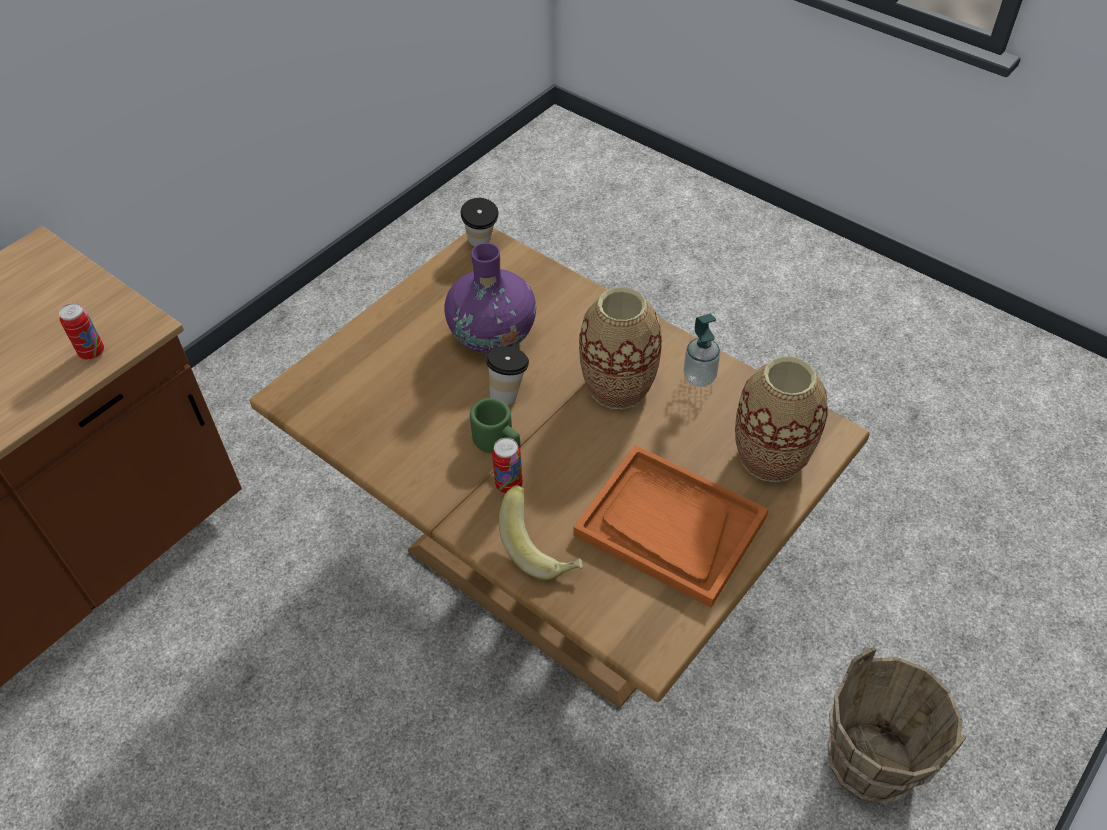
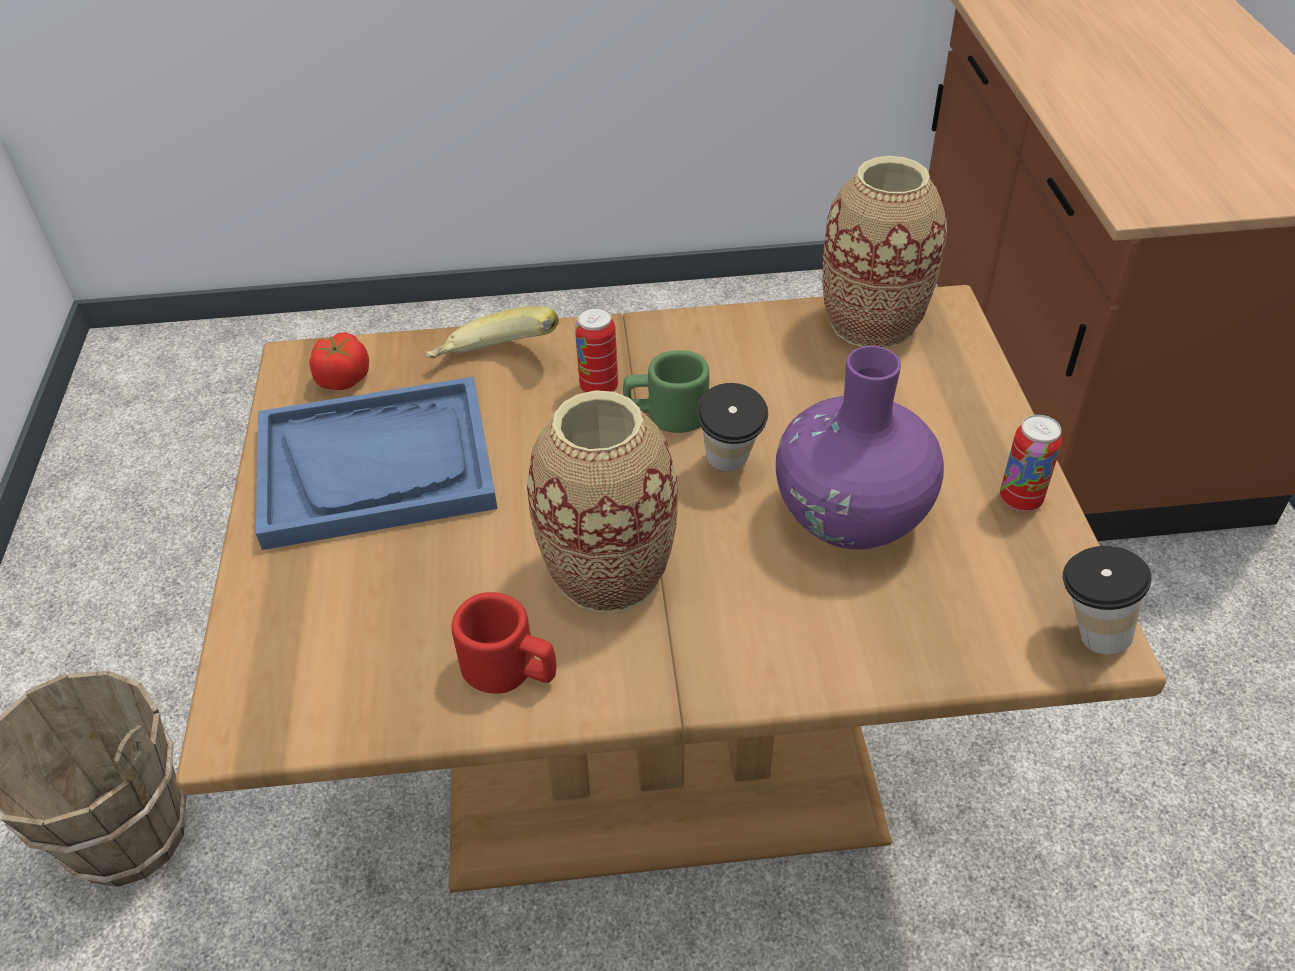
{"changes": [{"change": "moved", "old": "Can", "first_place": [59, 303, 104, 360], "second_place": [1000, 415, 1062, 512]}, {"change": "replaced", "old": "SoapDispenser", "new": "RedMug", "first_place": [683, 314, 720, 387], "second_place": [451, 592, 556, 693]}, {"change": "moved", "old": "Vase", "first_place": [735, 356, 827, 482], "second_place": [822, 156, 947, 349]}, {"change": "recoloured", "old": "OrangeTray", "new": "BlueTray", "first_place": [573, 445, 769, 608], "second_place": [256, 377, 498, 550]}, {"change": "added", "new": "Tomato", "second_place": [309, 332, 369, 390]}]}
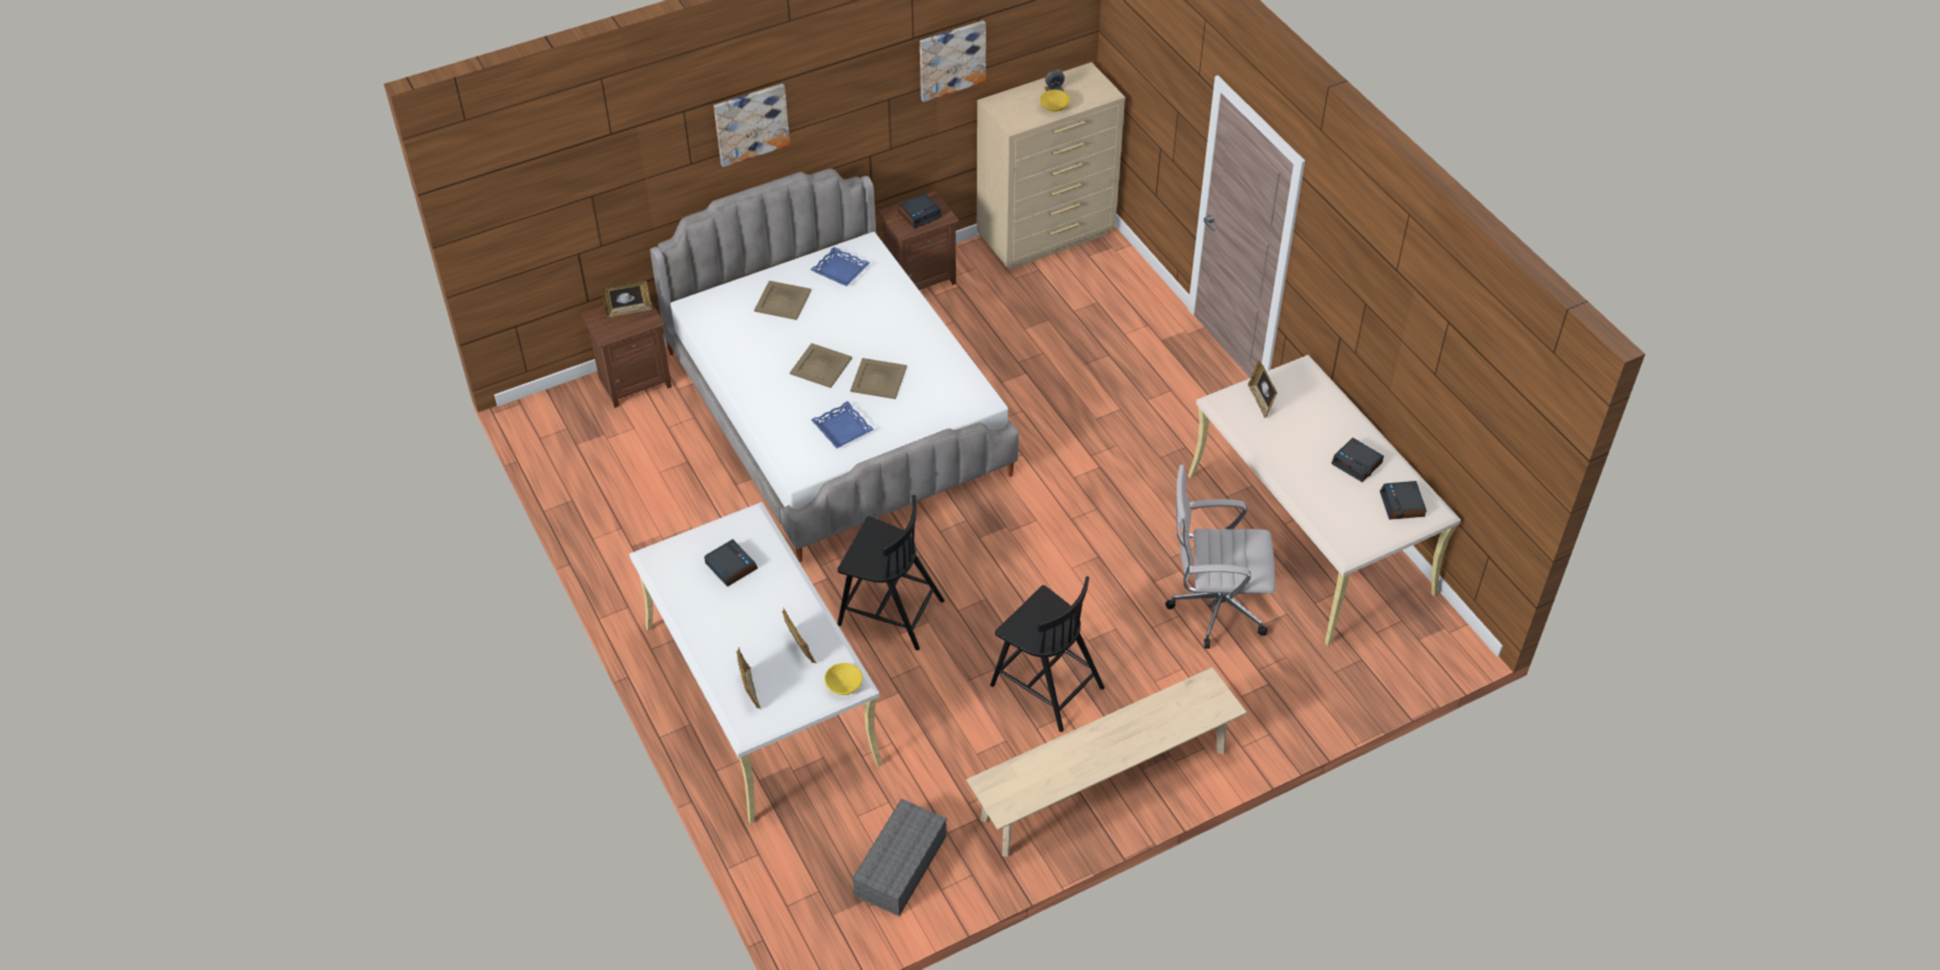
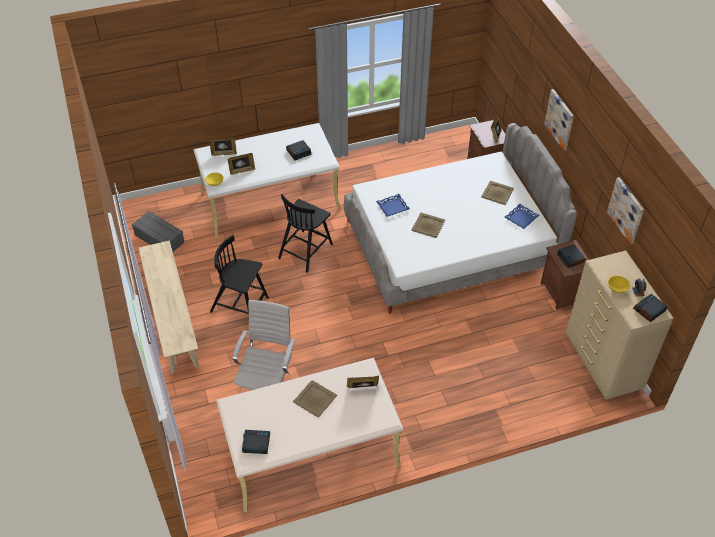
{"changes": [{"change": "moved", "old": "BeigeTray", "first_place": [790, 343, 852, 388], "second_place": [293, 380, 337, 418]}, {"change": "moved", "old": "AlarmClock", "first_place": [1331, 438, 1384, 482], "second_place": [633, 294, 667, 322]}, {"change": "turned", "old": "BlackChair", "first_place": [990, 576, 1104, 732], "second_place": [210, 235, 269, 314], "degrees": 60}]}
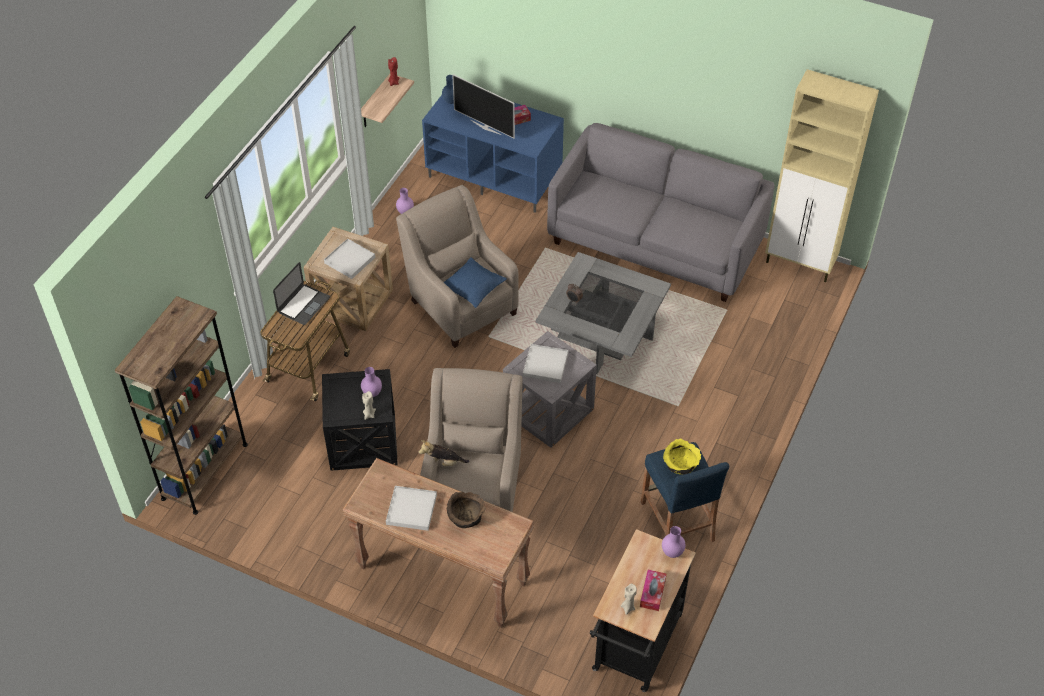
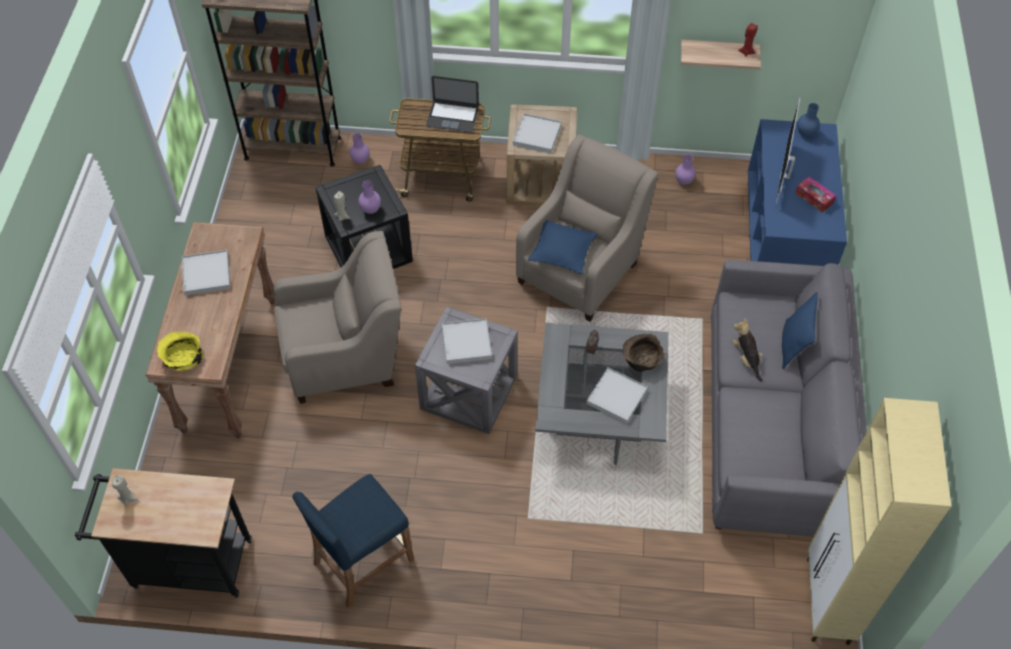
{"changes": [{"change": "moved", "old": "YellowBowl", "first_place": [663, 439, 701, 475], "second_place": [157, 331, 203, 371]}, {"change": "moved", "old": "PlushToy", "first_place": [418, 440, 469, 466], "second_place": [732, 318, 763, 382]}, {"change": "moved", "old": "BrownBowl", "first_place": [446, 492, 486, 528], "second_place": [622, 334, 664, 372]}, {"change": "moved", "old": "PurpleVase", "first_place": [662, 526, 686, 558], "second_place": [349, 133, 370, 164]}, {"change": "removed", "old": "TissueBox", "first_place": [640, 570, 666, 611]}, {"change": "added", "new": "BluePillow", "second_place": [782, 292, 818, 369]}, {"change": "added", "new": "WhiteTray", "second_place": [586, 367, 648, 424]}]}
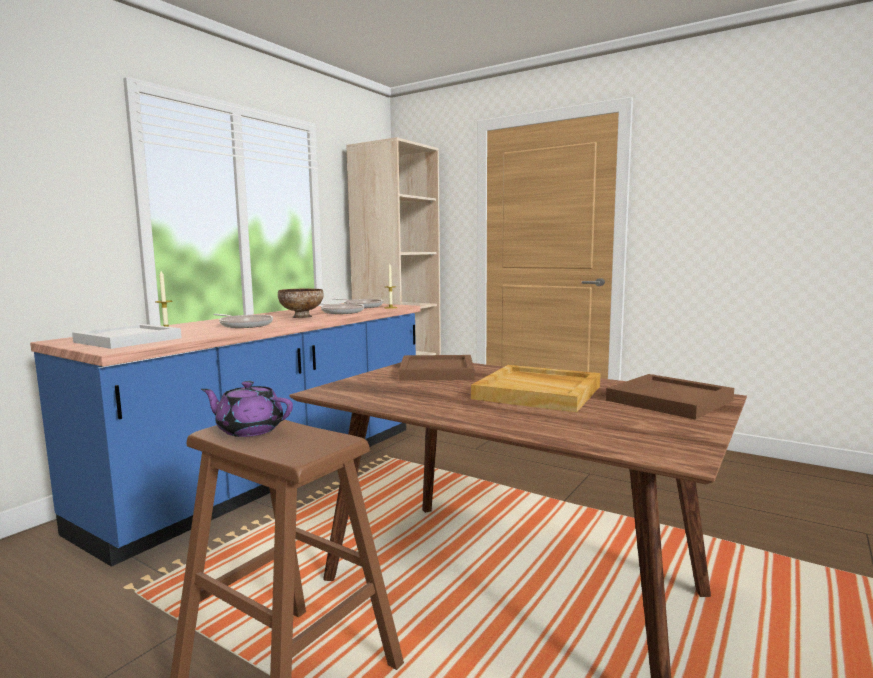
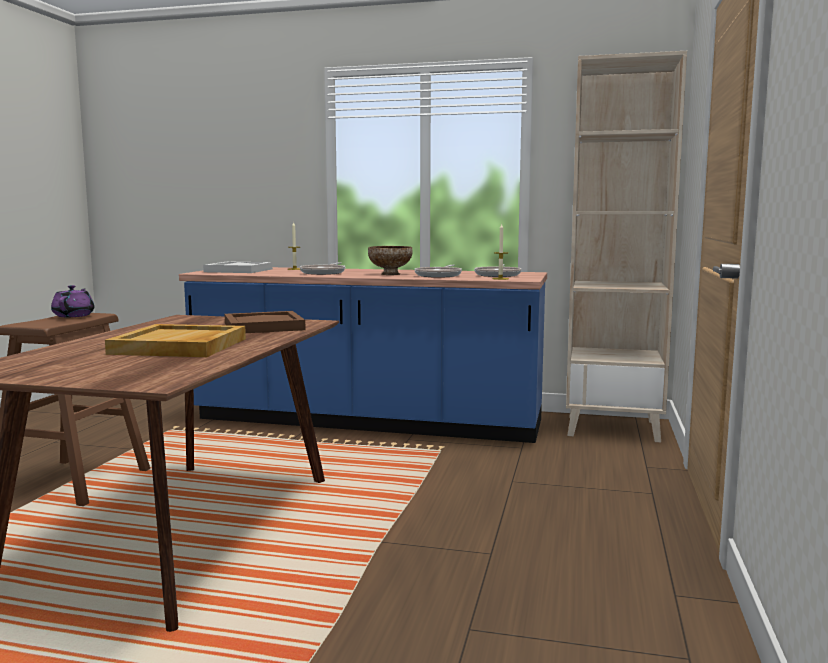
{"changes": [{"change": "removed", "old": "BrownTray", "first_place": [606, 374, 734, 420]}]}
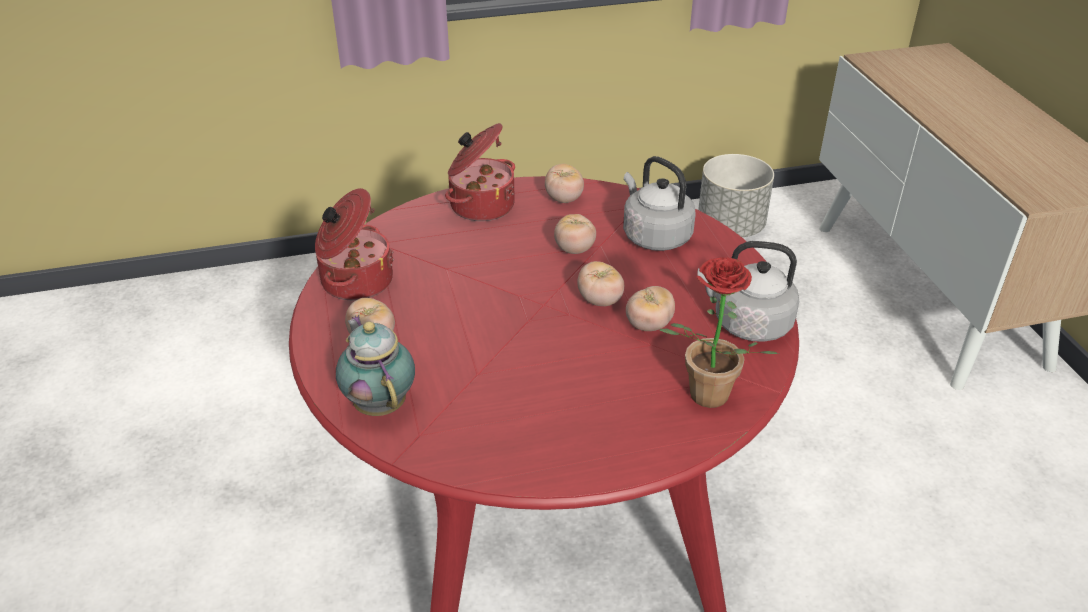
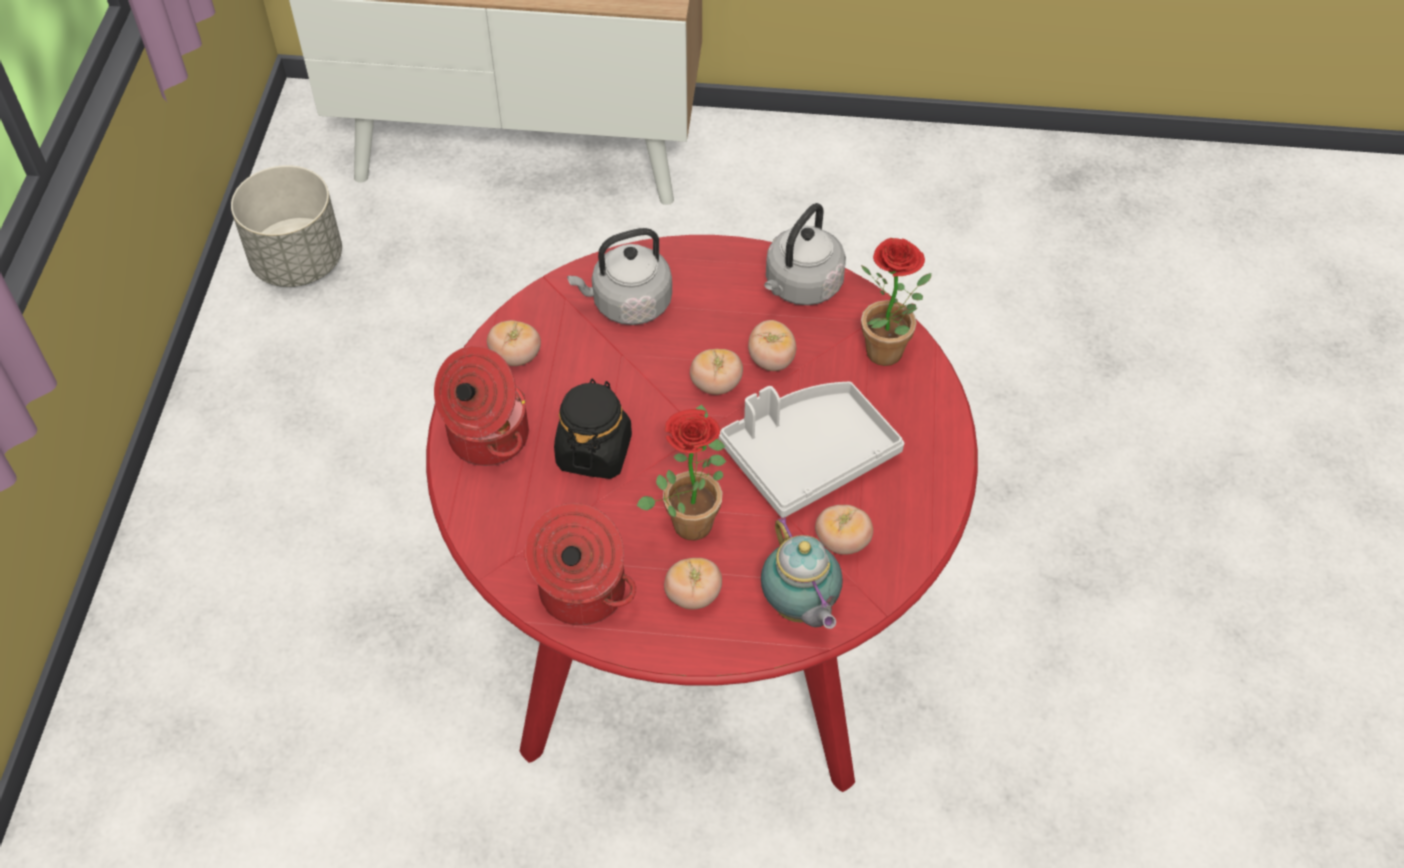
{"changes": [{"change": "moved", "old": "Tomato", "first_place": [554, 214, 596, 254], "second_place": [815, 505, 873, 555]}, {"change": "turned", "old": "Teapot", "first_place": [336, 315, 415, 416], "second_place": [761, 517, 843, 629], "degrees": -105}, {"change": "added", "new": "BlackJar", "second_place": [554, 379, 632, 479]}, {"change": "added", "new": "GreyTray", "second_place": [719, 382, 904, 518]}, {"change": "added", "new": "PottedPlant", "second_place": [637, 404, 726, 541]}]}
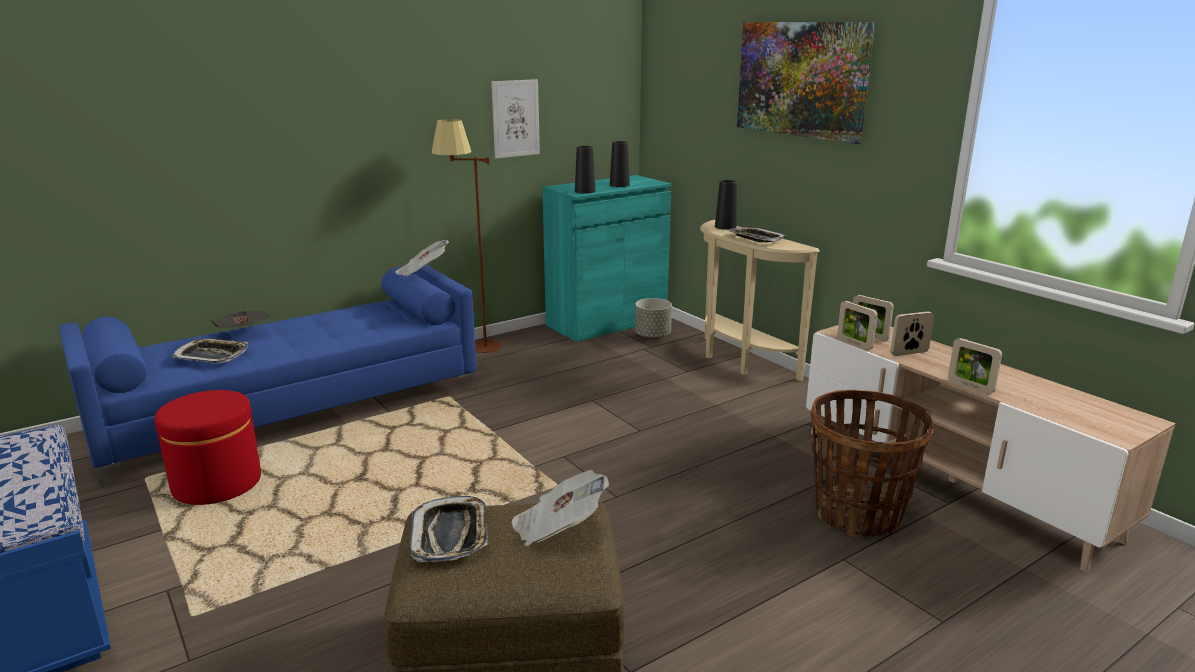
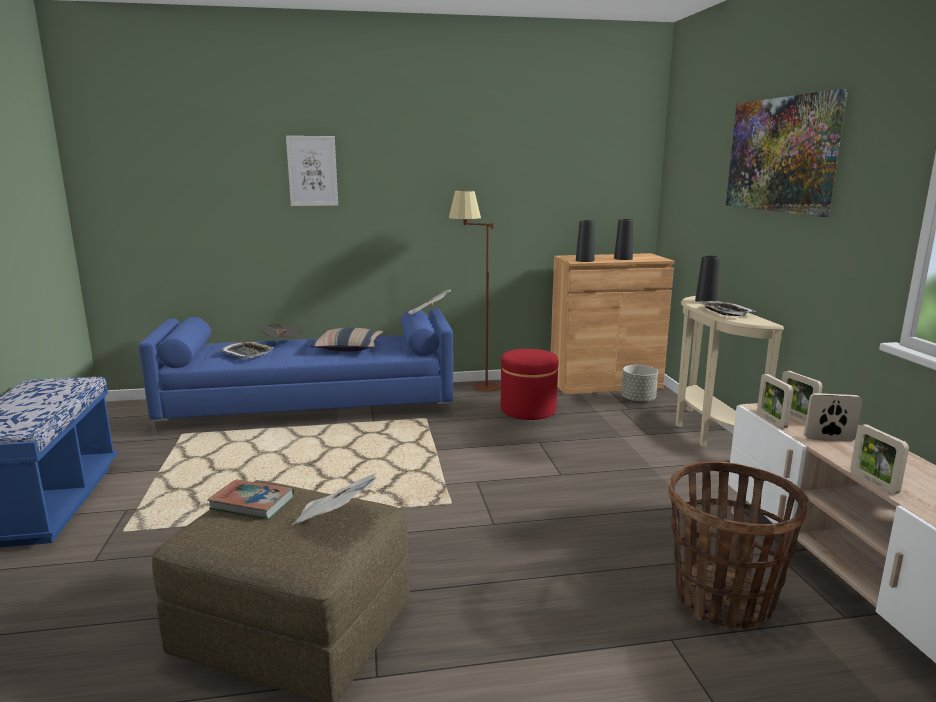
{"changes": [{"change": "moved", "old": "Picture", "first_place": [491, 79, 540, 159], "second_place": [286, 136, 338, 206]}, {"change": "recoloured", "old": "TurquoiseCabinet", "new": "BrownCabinet", "first_place": [542, 175, 671, 342], "second_place": [551, 253, 674, 395]}, {"change": "moved", "old": "RedOttoman", "first_place": [154, 390, 261, 505], "second_place": [501, 349, 559, 420]}, {"change": "replaced", "old": "Tray", "new": "Book", "first_place": [409, 496, 488, 562], "second_place": [207, 480, 294, 520]}, {"change": "added", "new": "Pillow", "second_place": [310, 327, 383, 351]}]}
